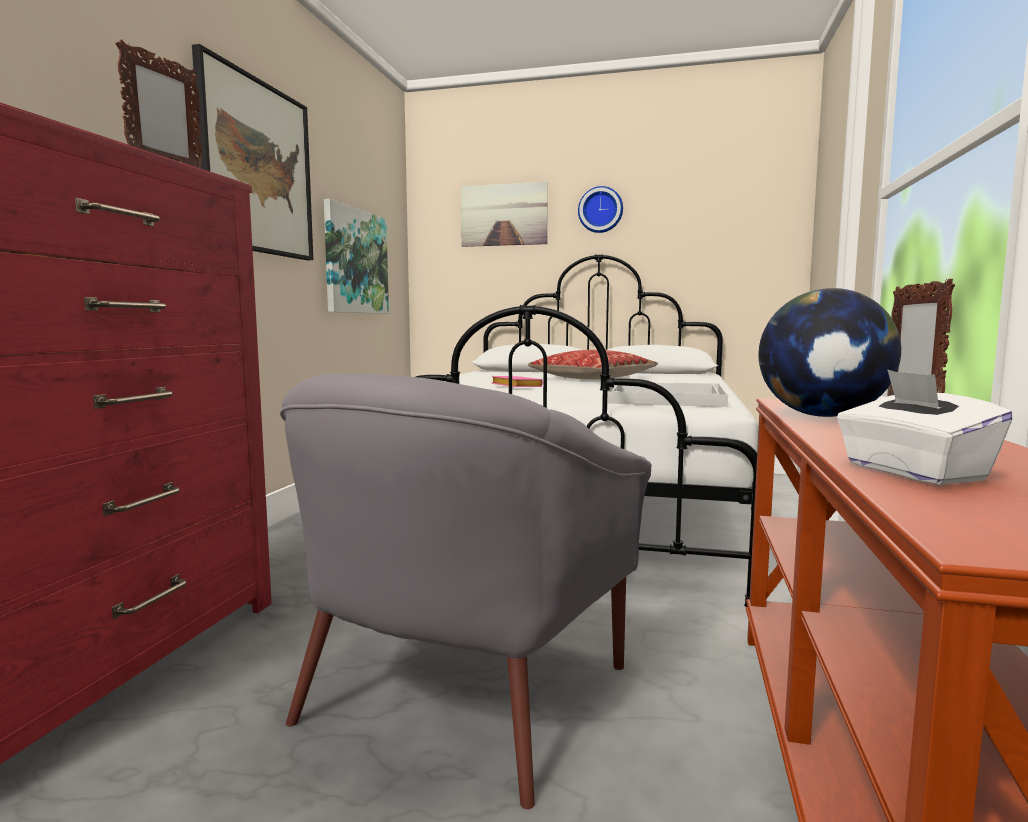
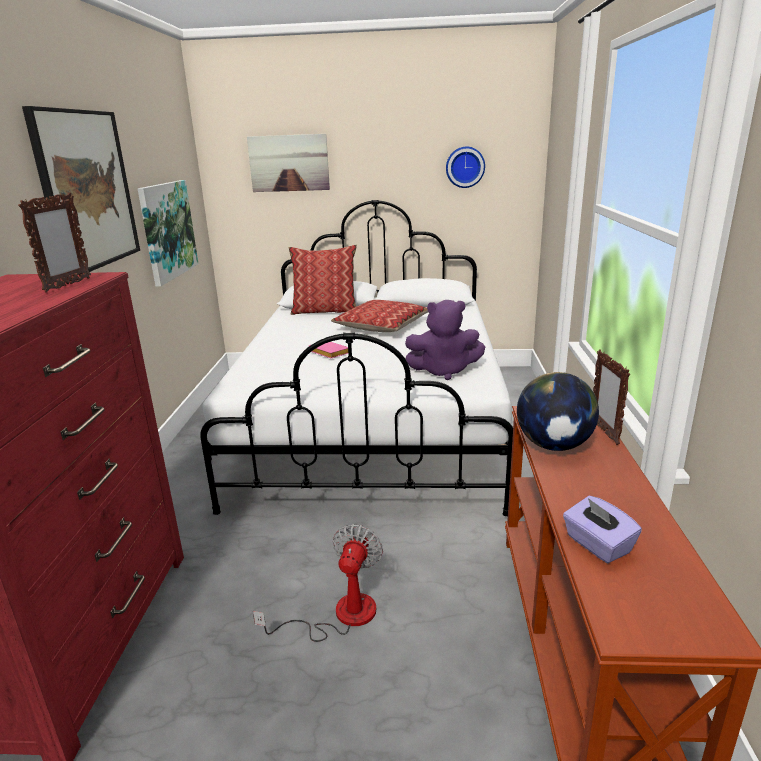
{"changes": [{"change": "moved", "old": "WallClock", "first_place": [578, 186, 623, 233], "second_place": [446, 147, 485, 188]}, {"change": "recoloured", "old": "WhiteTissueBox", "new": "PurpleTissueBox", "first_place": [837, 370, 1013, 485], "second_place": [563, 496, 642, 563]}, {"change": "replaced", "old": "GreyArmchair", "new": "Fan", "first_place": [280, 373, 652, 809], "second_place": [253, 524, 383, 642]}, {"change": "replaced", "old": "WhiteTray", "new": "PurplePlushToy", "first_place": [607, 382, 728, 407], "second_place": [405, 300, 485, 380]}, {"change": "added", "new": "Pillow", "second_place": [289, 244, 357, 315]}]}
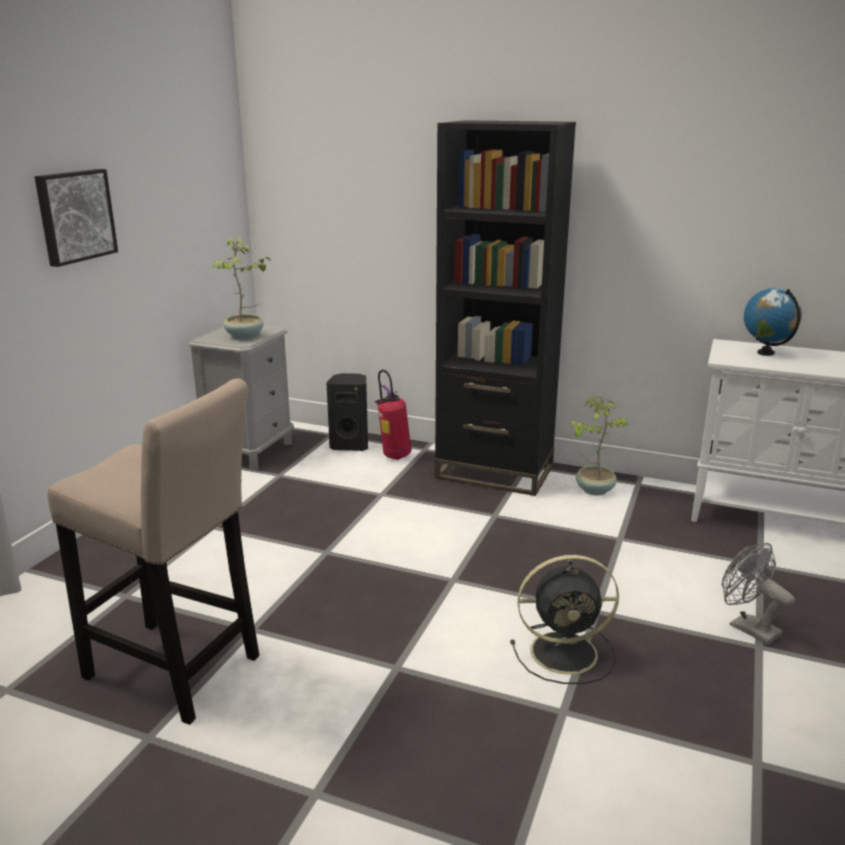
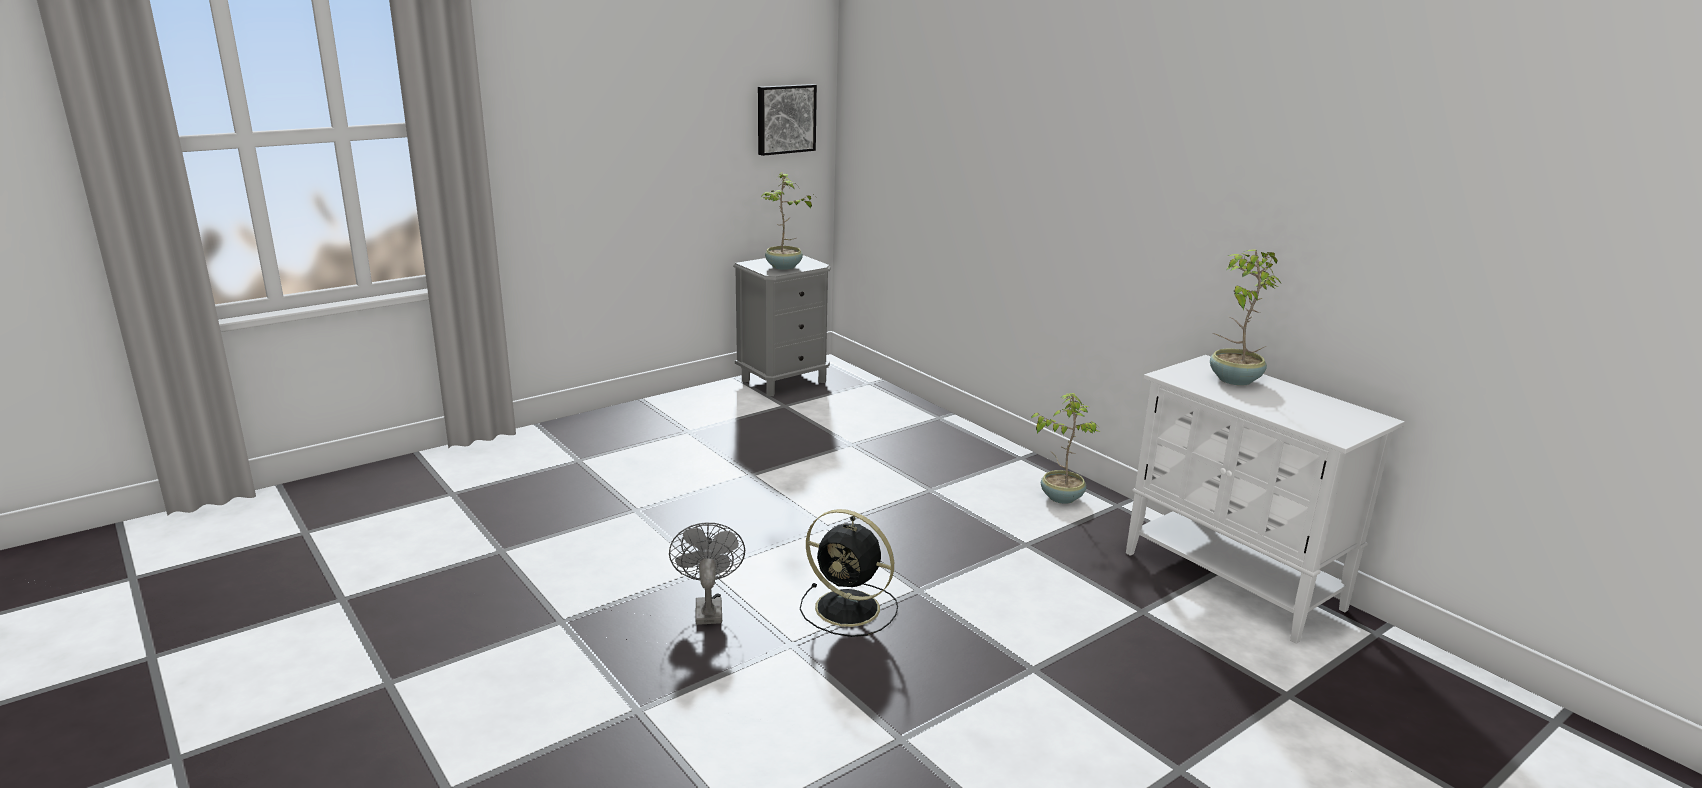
{"changes": [{"change": "removed", "old": "BlackBookcase", "first_place": [435, 120, 576, 496]}, {"change": "moved", "old": "Picture", "first_place": [35, 169, 118, 267], "second_place": [758, 84, 817, 156]}, {"change": "replaced", "old": "Globe", "new": "PottedPlant", "first_place": [744, 288, 802, 356], "second_place": [1210, 249, 1282, 386]}, {"change": "removed", "old": "FireExtinguisher", "first_place": [374, 370, 412, 460]}, {"change": "removed", "old": "BlackSpeaker", "first_place": [326, 373, 368, 451]}, {"change": "removed", "old": "BeigeStool", "first_place": [48, 378, 259, 725]}, {"change": "moved", "old": "GreyFan", "first_place": [722, 543, 795, 645], "second_place": [669, 523, 745, 625]}]}
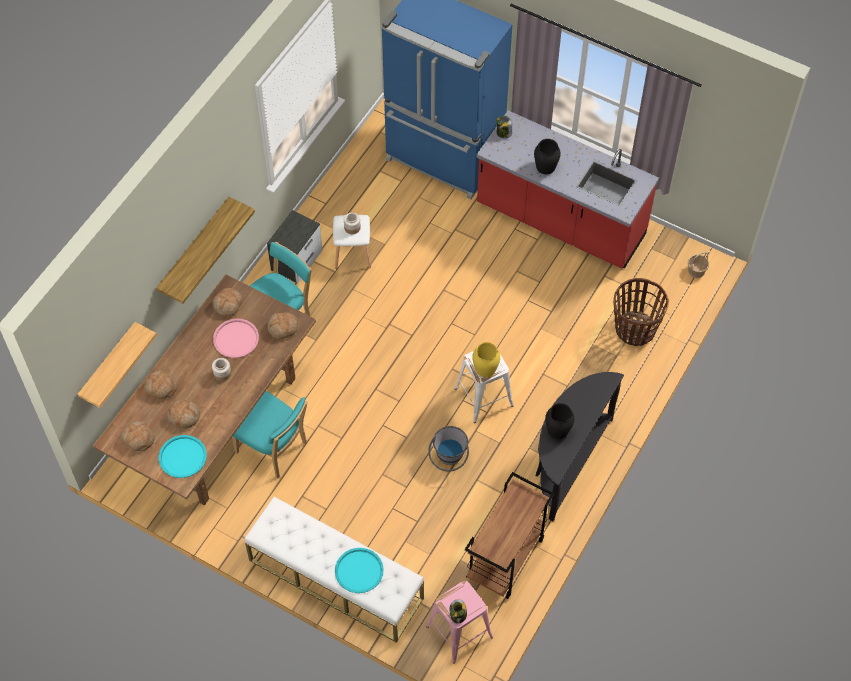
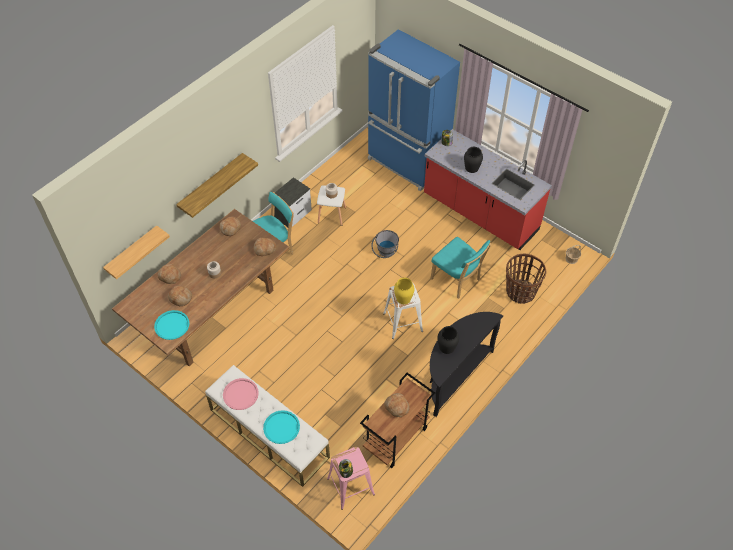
{"changes": [{"change": "moved", "old": "PinkTray", "first_place": [213, 319, 259, 358], "second_place": [223, 378, 259, 410]}, {"change": "moved", "old": "TurquoiseChair", "first_place": [232, 391, 308, 478], "second_place": [430, 237, 491, 299]}, {"change": "moved", "old": "Bread", "first_place": [121, 421, 155, 451], "second_place": [384, 393, 410, 417]}, {"change": "moved", "old": "GreyBucket", "first_place": [428, 426, 469, 472], "second_place": [371, 230, 399, 258]}]}
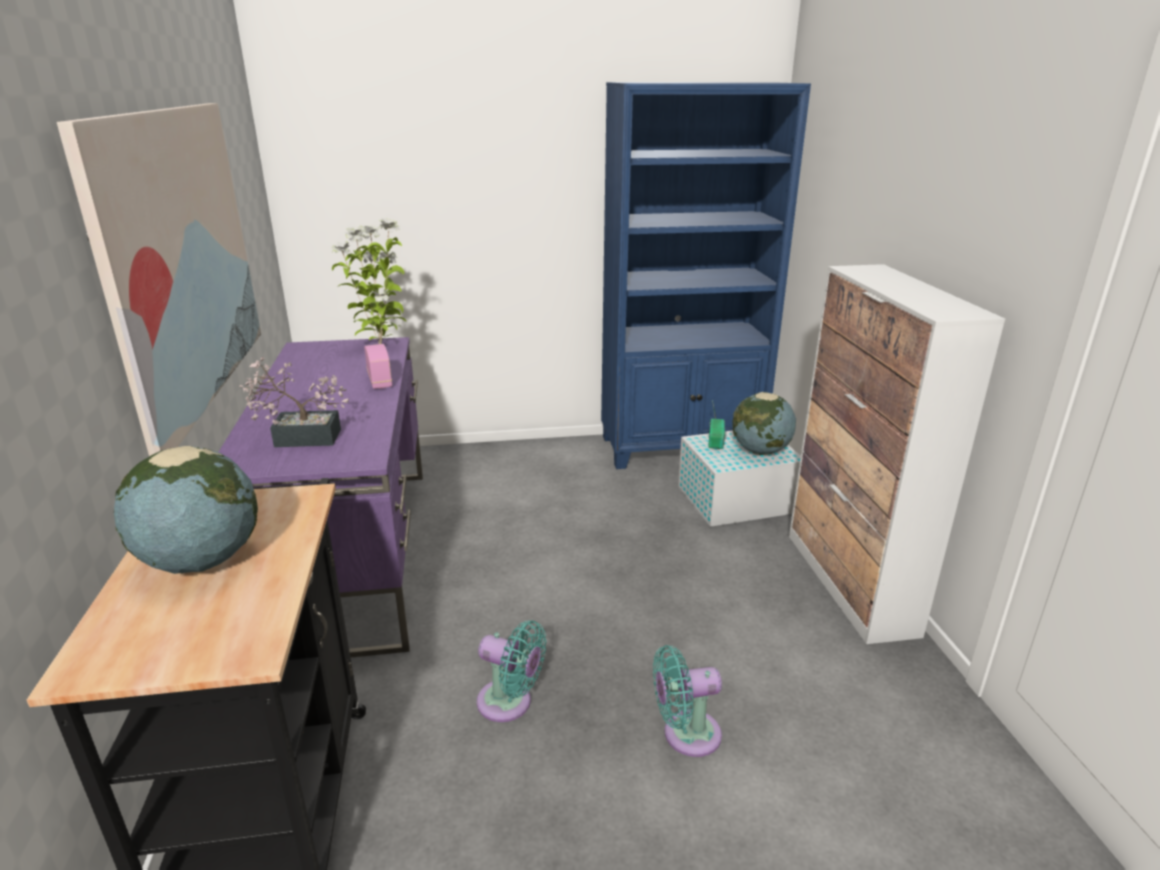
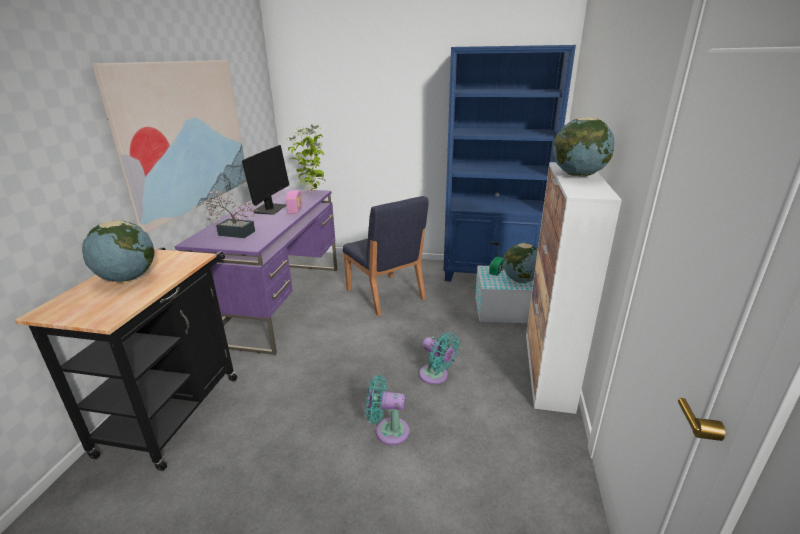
{"changes": [{"change": "moved", "old": "TurquoiseFan", "first_place": [477, 621, 546, 722], "second_place": [419, 333, 459, 384]}, {"change": "added", "new": "Globe", "second_place": [553, 117, 615, 177]}, {"change": "added", "new": "Monitor", "second_place": [242, 145, 289, 215]}, {"change": "added", "new": "BlueChair", "second_place": [343, 196, 429, 316]}]}
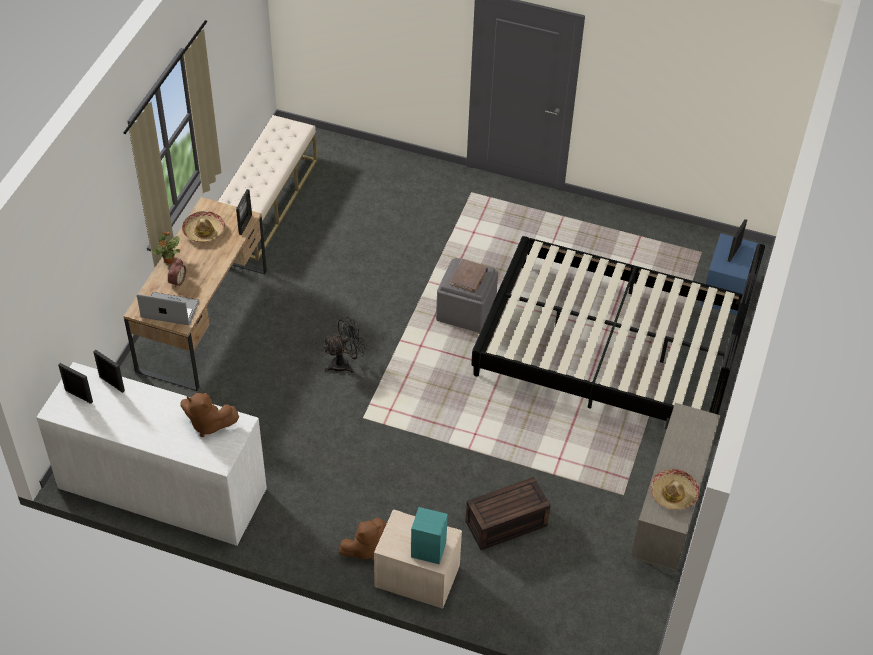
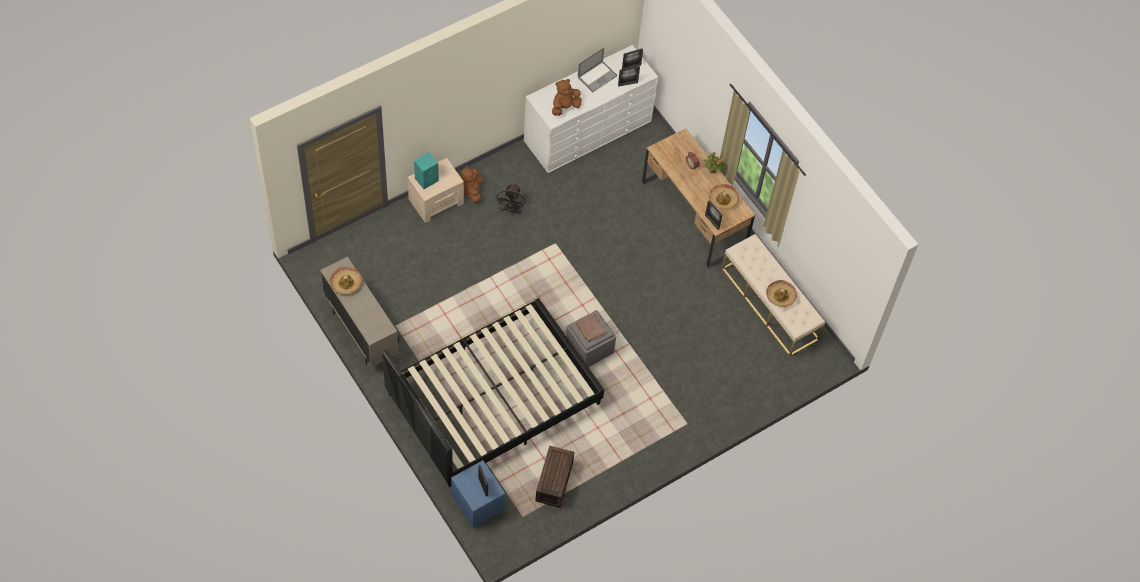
{"changes": [{"change": "moved", "old": "Laptop", "first_place": [137, 292, 199, 325], "second_place": [578, 47, 617, 92]}, {"change": "moved", "old": "BlackFan", "first_place": [323, 317, 366, 373], "second_place": [496, 184, 526, 214]}, {"change": "moved", "old": "BrownStorageBox", "first_place": [465, 477, 550, 550], "second_place": [535, 446, 574, 508]}, {"change": "added", "new": "Hat", "second_place": [766, 280, 797, 307]}]}
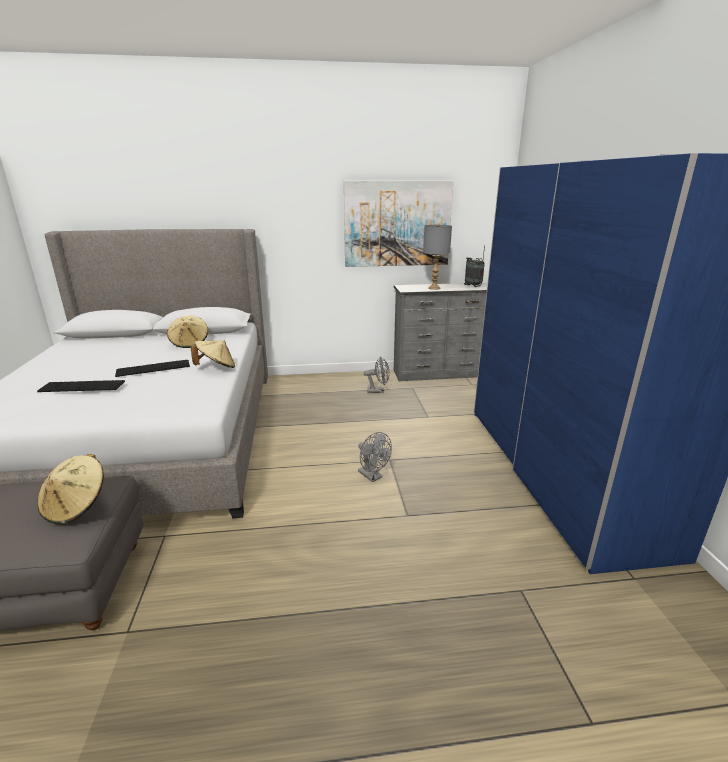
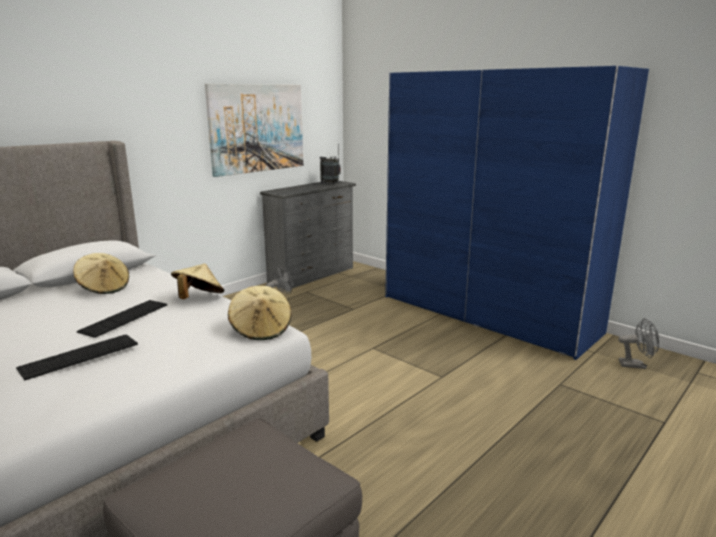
{"changes": [{"change": "removed", "old": "GreyTableLamp", "first_place": [423, 223, 452, 290]}, {"change": "moved", "old": "GreyFan", "first_place": [358, 432, 392, 482], "second_place": [618, 318, 660, 369]}, {"change": "moved", "old": "BeigeHat", "first_place": [37, 454, 104, 524], "second_place": [228, 286, 292, 340]}]}
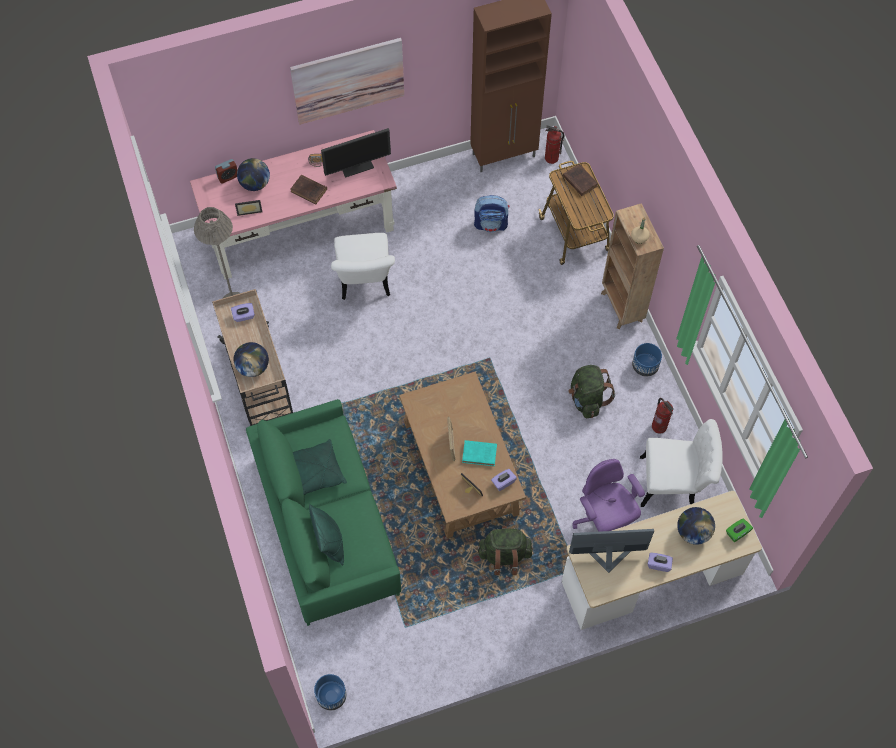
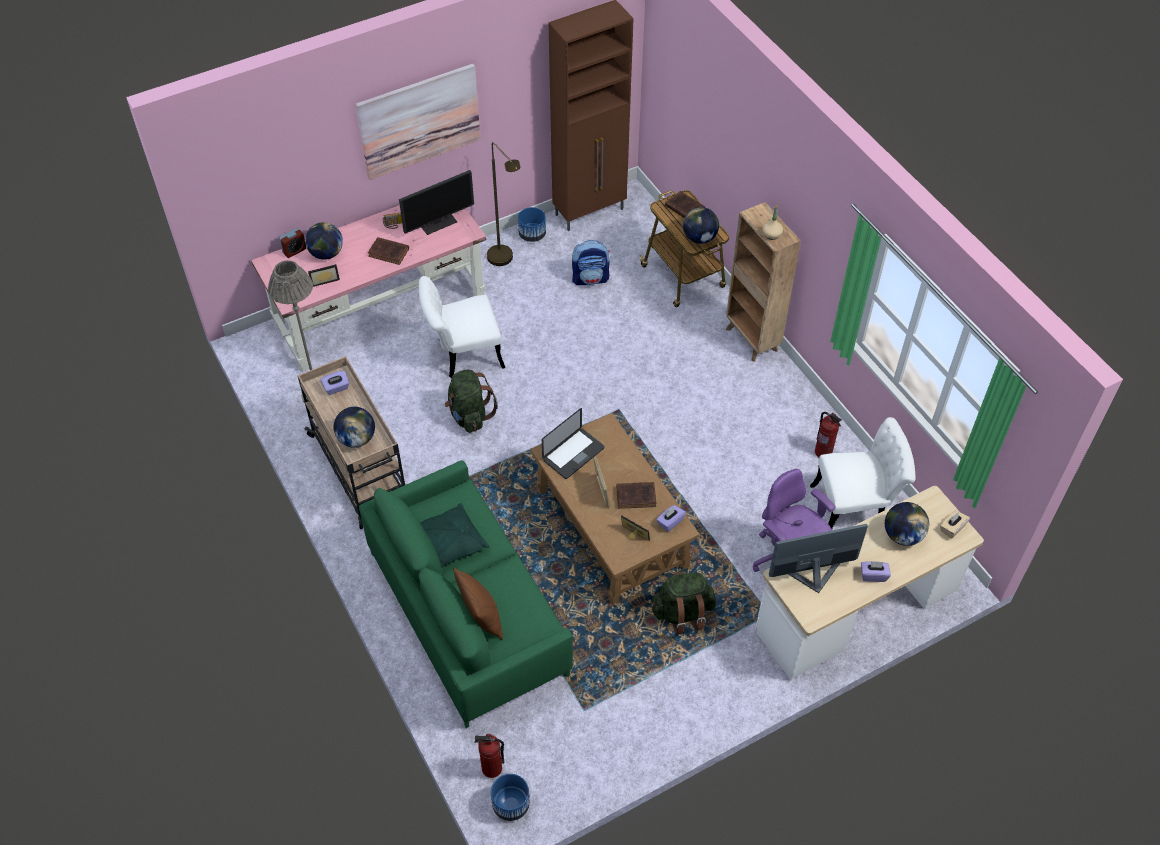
{"changes": [{"change": "moved", "old": "FireExtinguisher", "first_place": [545, 125, 564, 164], "second_place": [474, 734, 505, 778]}, {"change": "turned", "old": "WhiteChair", "first_place": [331, 233, 395, 300], "second_place": [419, 276, 505, 378], "degrees": 90}, {"change": "moved", "old": "BluePlanter", "first_place": [632, 343, 662, 376], "second_place": [518, 207, 546, 242]}, {"change": "moved", "old": "GreenBackpack", "first_place": [568, 365, 615, 419], "second_place": [445, 370, 498, 433]}, {"change": "recoloured", "old": "TurquoiseBook", "new": "BrownBook", "first_place": [462, 440, 497, 466], "second_place": [616, 482, 656, 509]}, {"change": "recoloured", "old": "GreenPillow", "new": "BrownPillow", "first_place": [309, 504, 344, 566], "second_place": [453, 567, 503, 640]}, {"change": "recoloured", "old": "GreenTissueBox", "new": "BeigeTissueBox", "first_place": [726, 518, 753, 542], "second_place": [940, 510, 970, 538]}, {"change": "added", "new": "BrownFloorLamp", "second_place": [487, 142, 520, 266]}, {"change": "added", "new": "Globe", "second_place": [683, 207, 719, 244]}, {"change": "added", "new": "Laptop", "second_place": [542, 408, 605, 479]}]}
